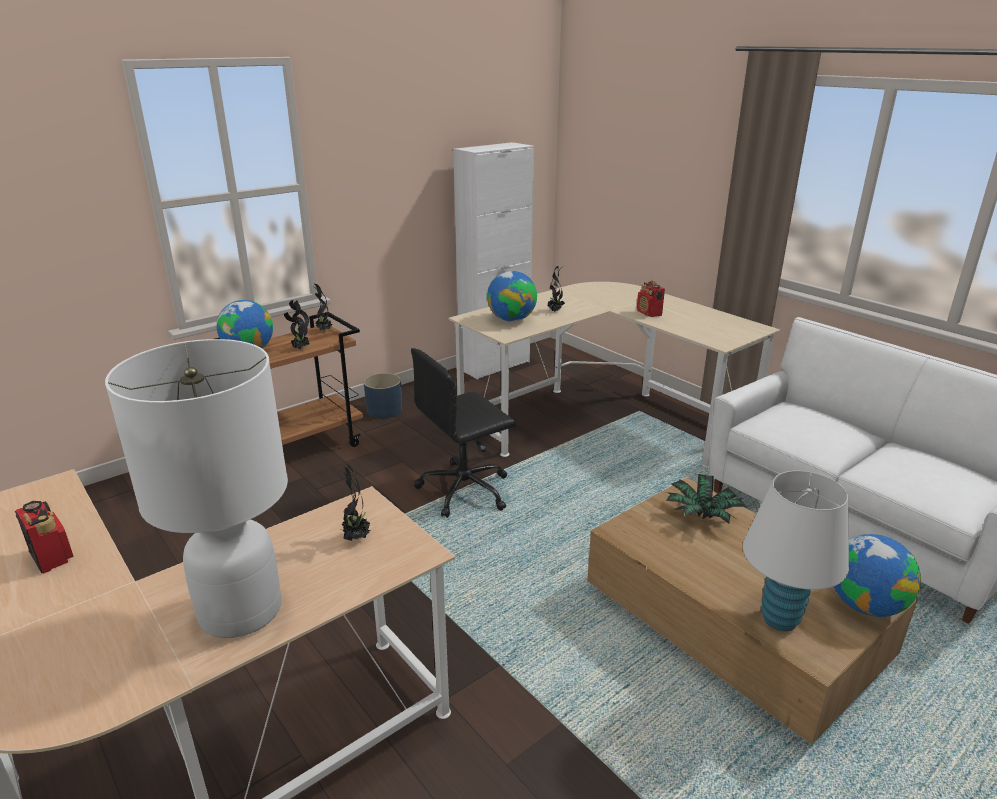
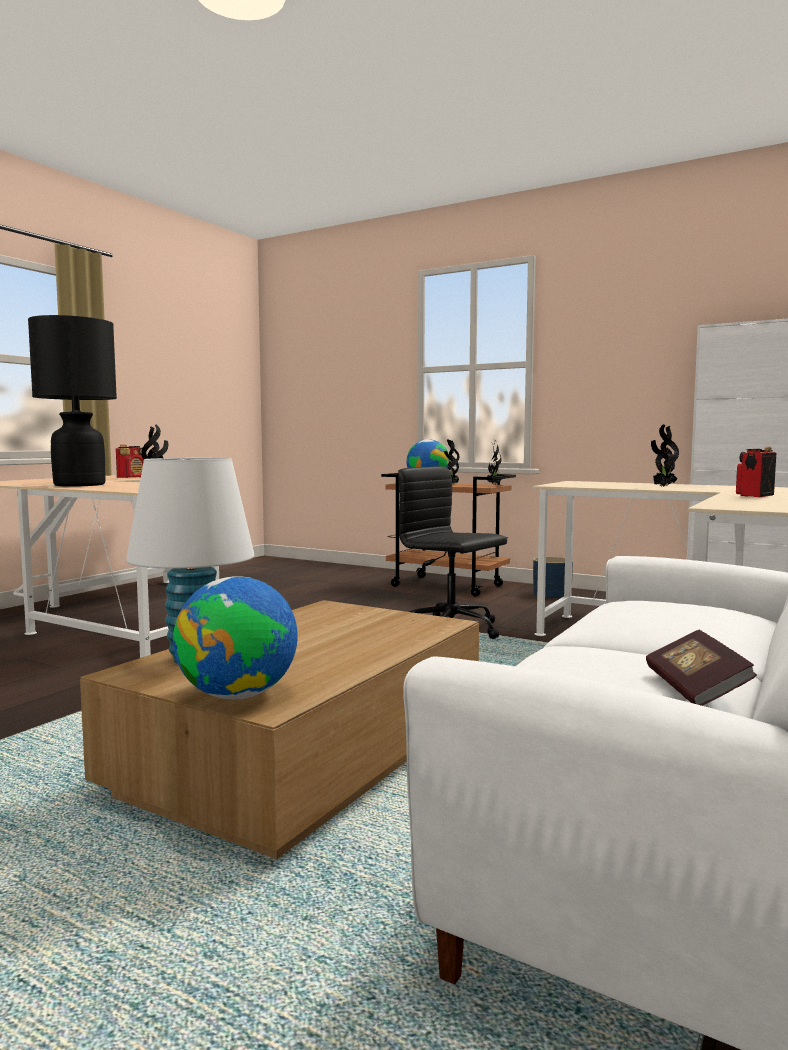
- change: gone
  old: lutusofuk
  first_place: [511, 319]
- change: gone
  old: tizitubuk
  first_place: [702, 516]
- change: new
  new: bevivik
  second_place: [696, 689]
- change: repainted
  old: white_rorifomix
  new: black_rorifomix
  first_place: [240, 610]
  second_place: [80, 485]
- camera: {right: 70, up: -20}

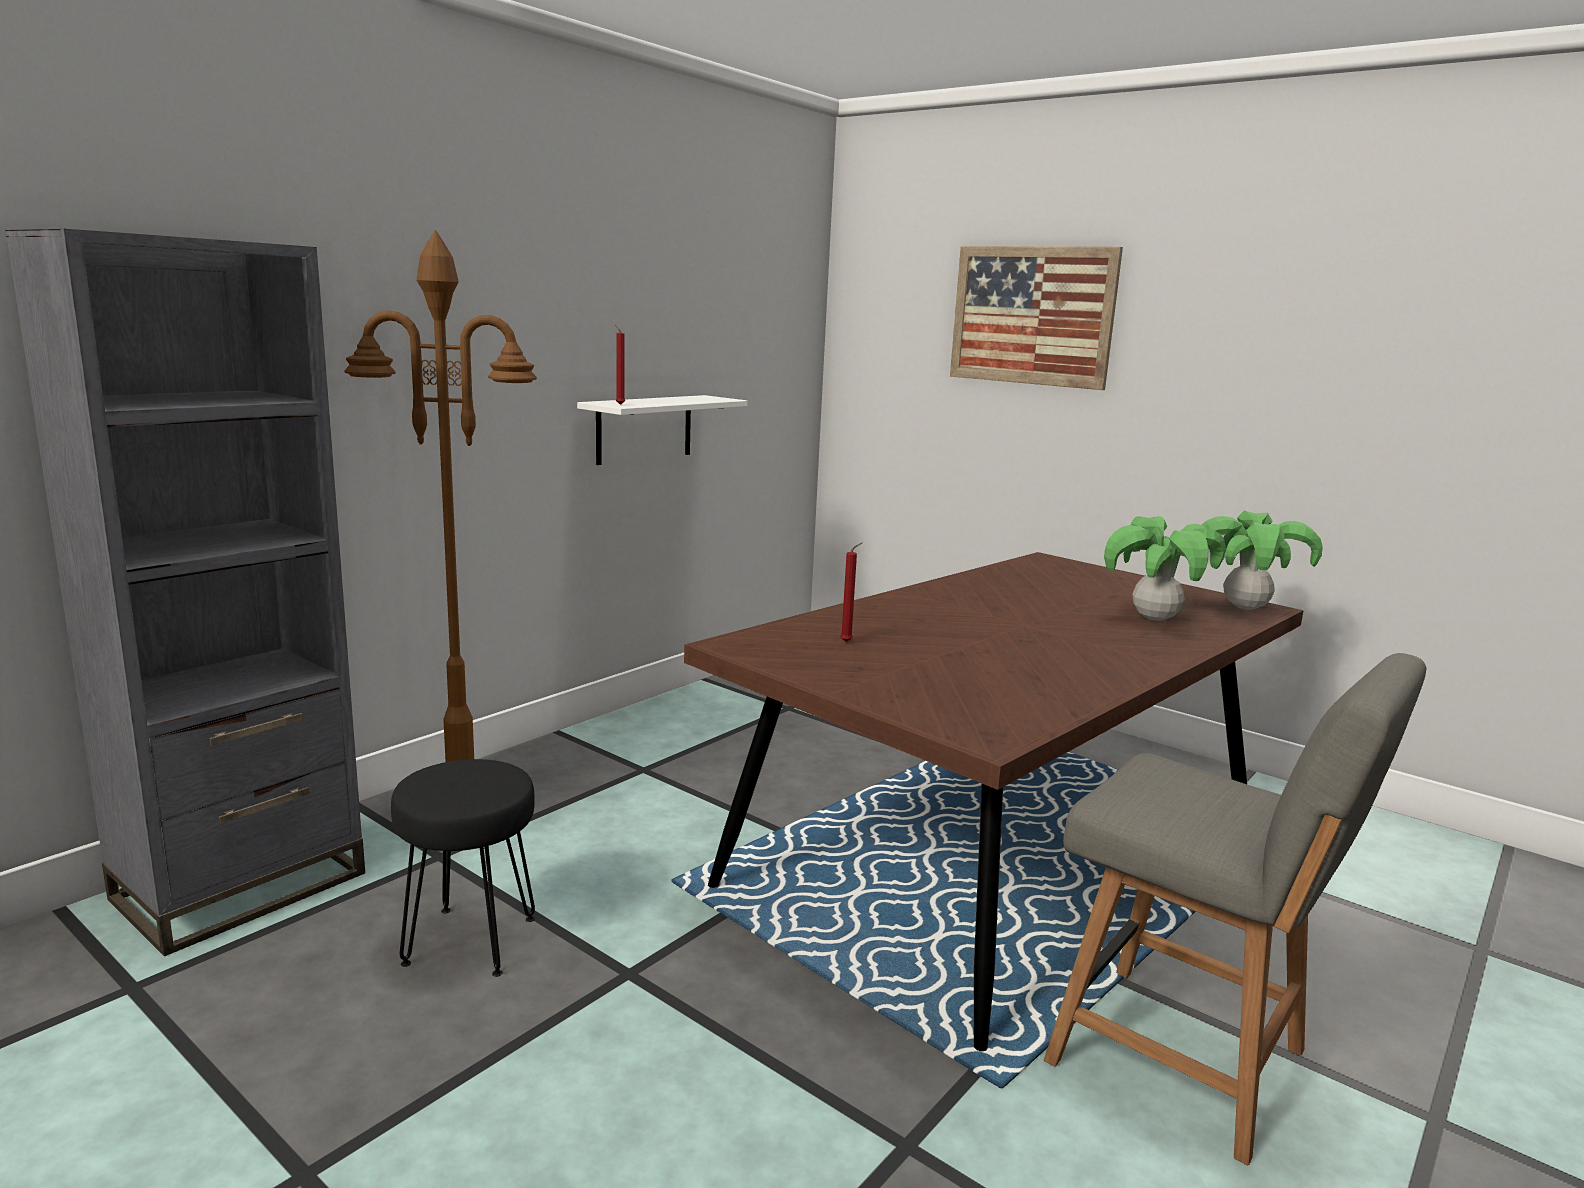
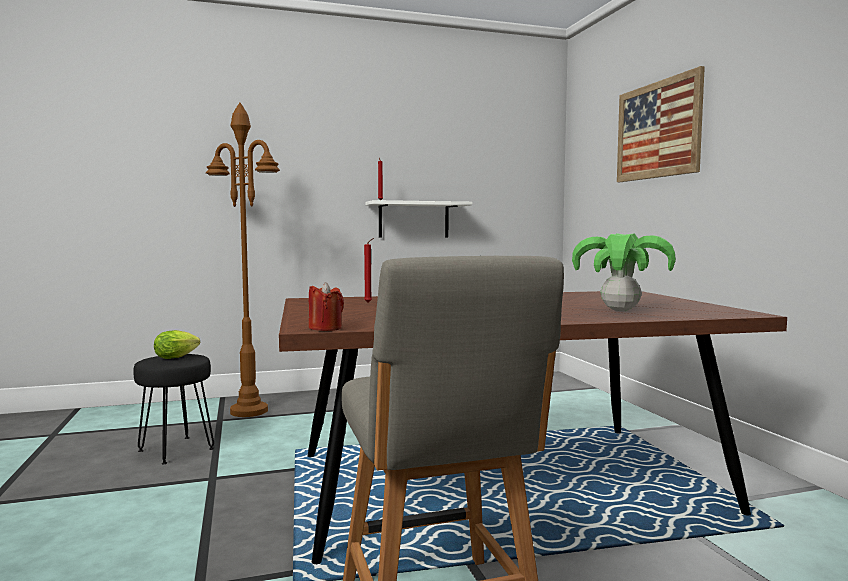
- change: gone
  old: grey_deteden
  first_place: [241, 886]
- change: gone
  old: tizitubuk
  first_place: [1244, 607]
- change: new
  new: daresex
  second_place: [178, 357]
- change: new
  new: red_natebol
  second_place: [325, 328]
- camera: {right: 35, up: -10}

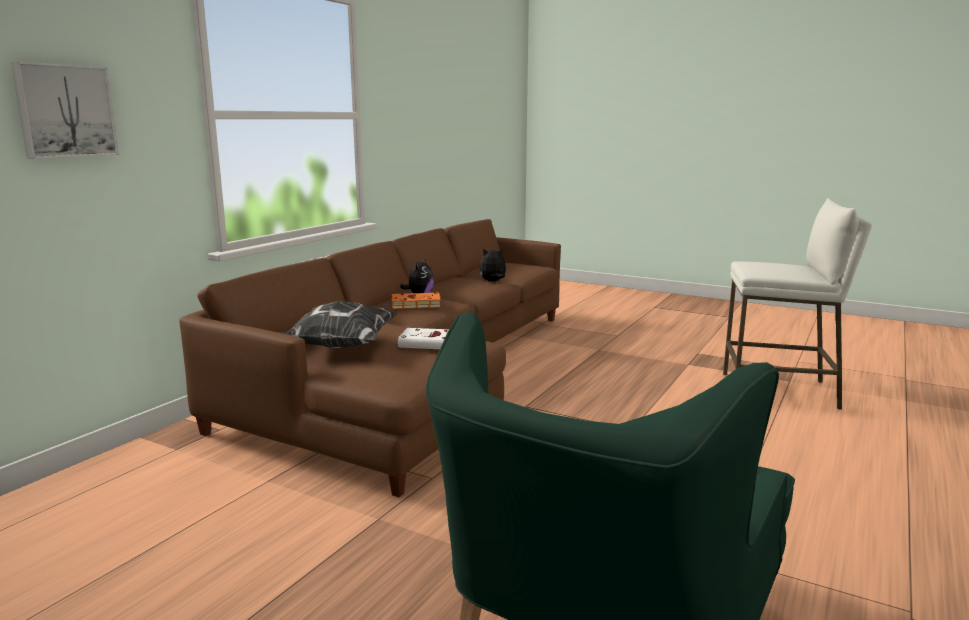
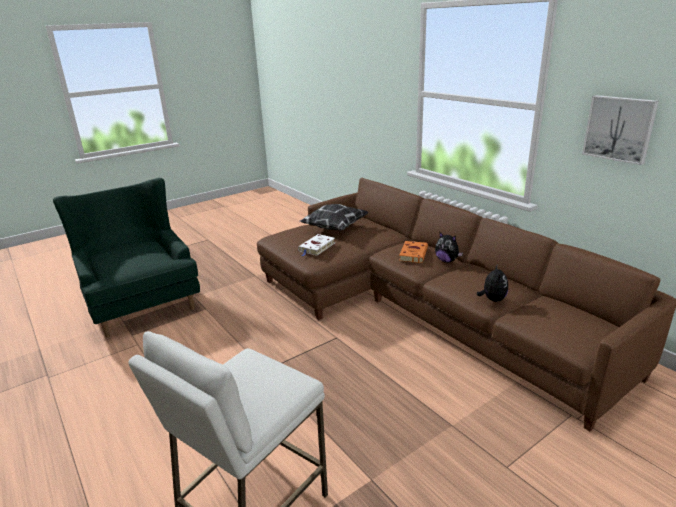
- change: shifted
  old: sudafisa
  first_place: [65, 111]
  second_place: [619, 128]
- camera: {right: 115, up: 10}

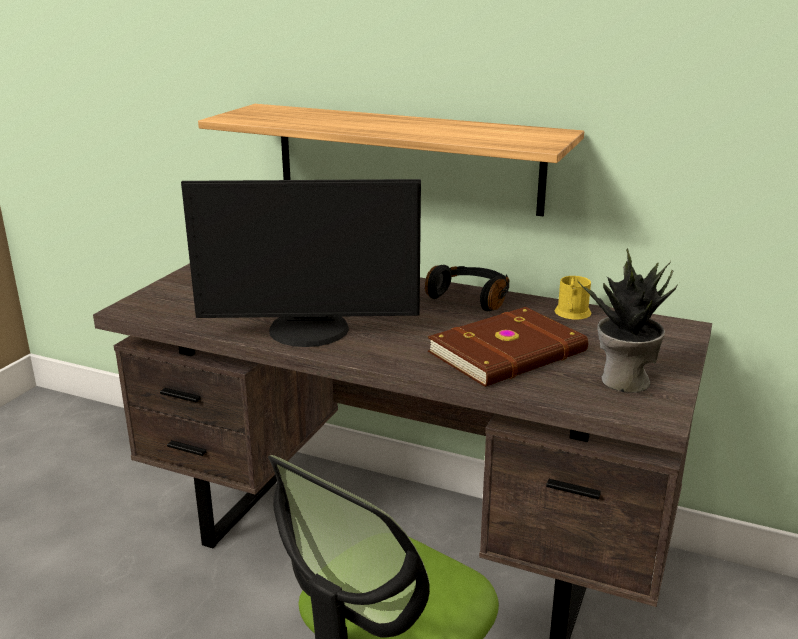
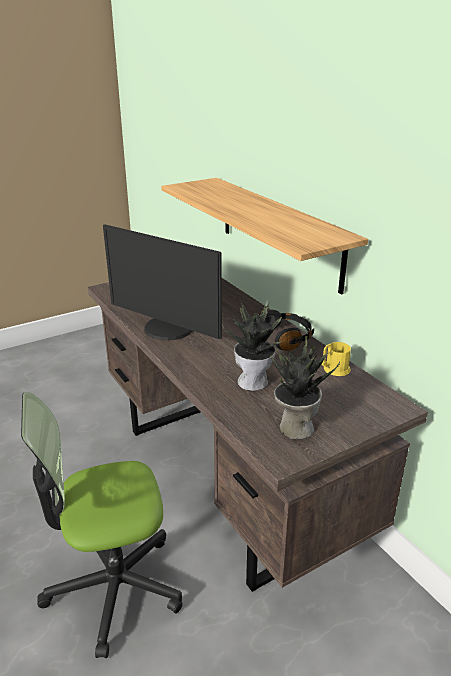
- change: swapped
  old: brown_bevivik
  new: tizitubuk
  first_place: [509, 353]
  second_place: [254, 382]
- camera: {right: 35, up: 5}

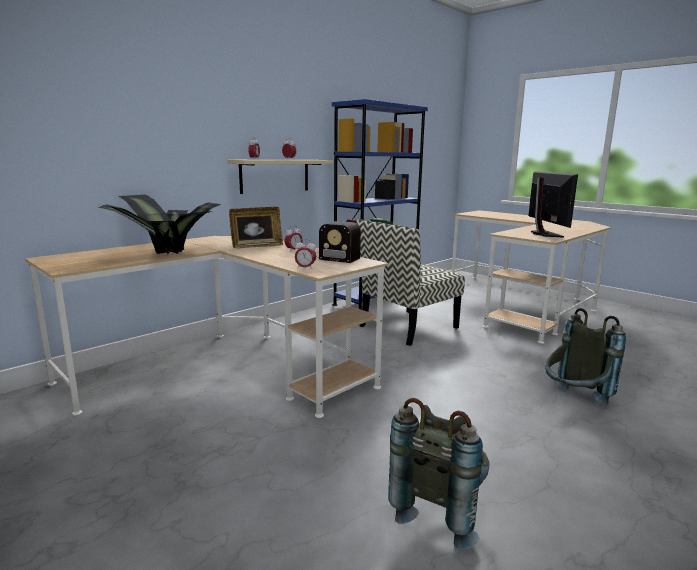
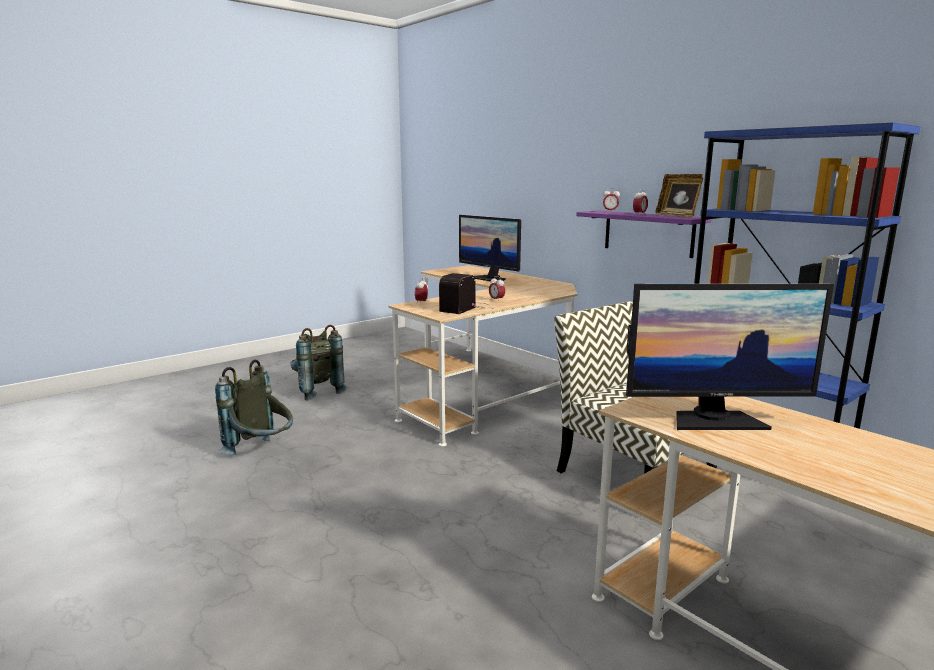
- change: shifted
  old: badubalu
  first_place: [256, 246]
  second_place: [677, 216]
- change: shifted
  old: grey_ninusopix
  first_place: [574, 401]
  second_place: [316, 391]
- change: swapped
  old: tizitubuk
  new: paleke
  first_place: [162, 251]
  second_place: [490, 278]
- change: repainted
  old: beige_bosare
  new: purple_bosare
  first_place: [275, 175]
  second_place: [648, 233]
- camera: {right: 95, up: 0}

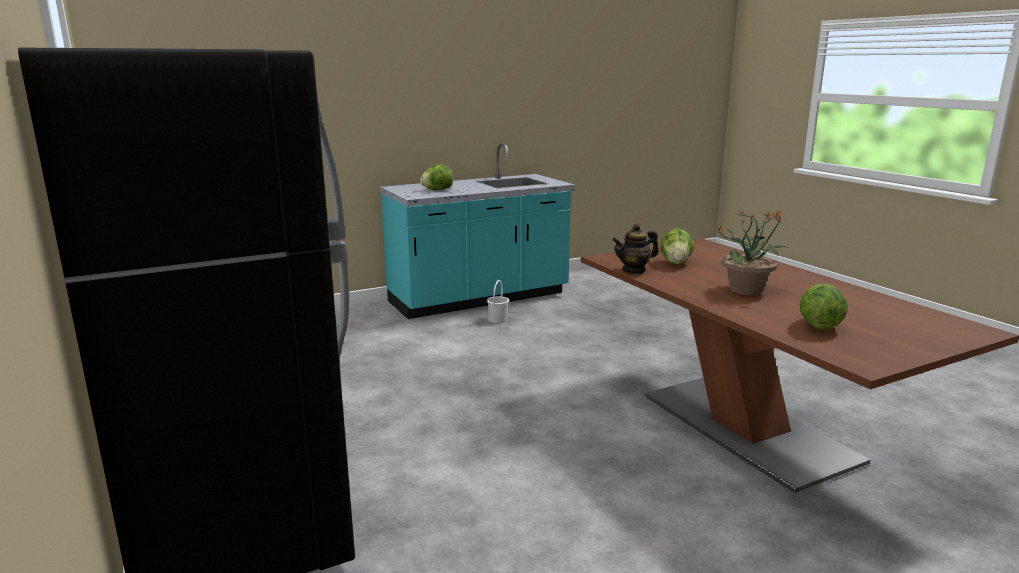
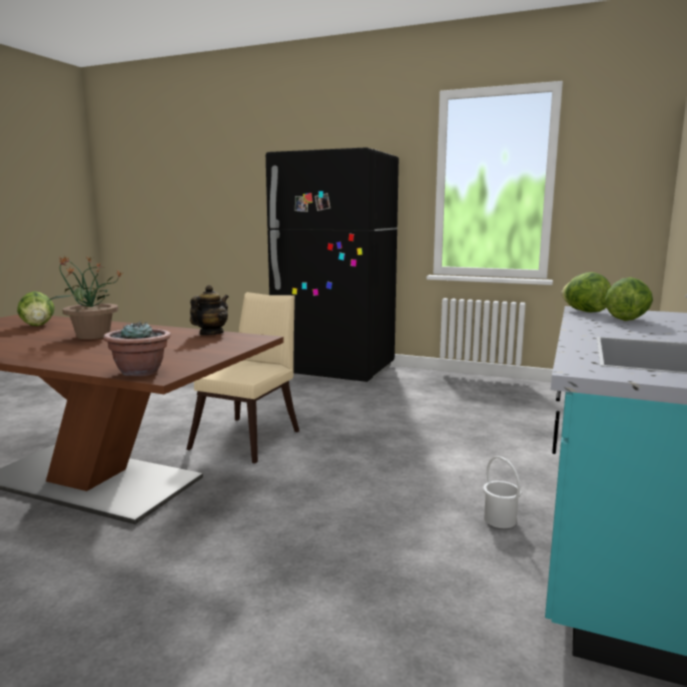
- change: new
  new: tizitubuk
  second_place: [140, 372]
- change: new
  new: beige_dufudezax
  second_place: [251, 437]
- change: shifted
  old: daresex
  first_place: [676, 263]
  second_place: [584, 311]
- camera: {right: 140, up: -5}

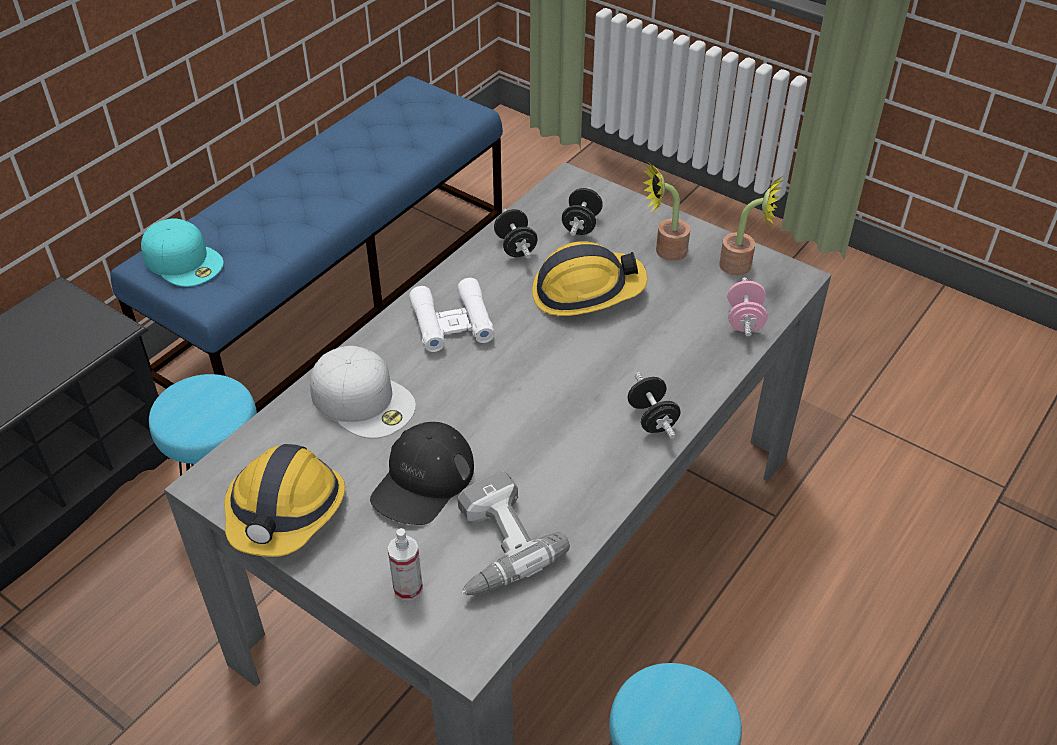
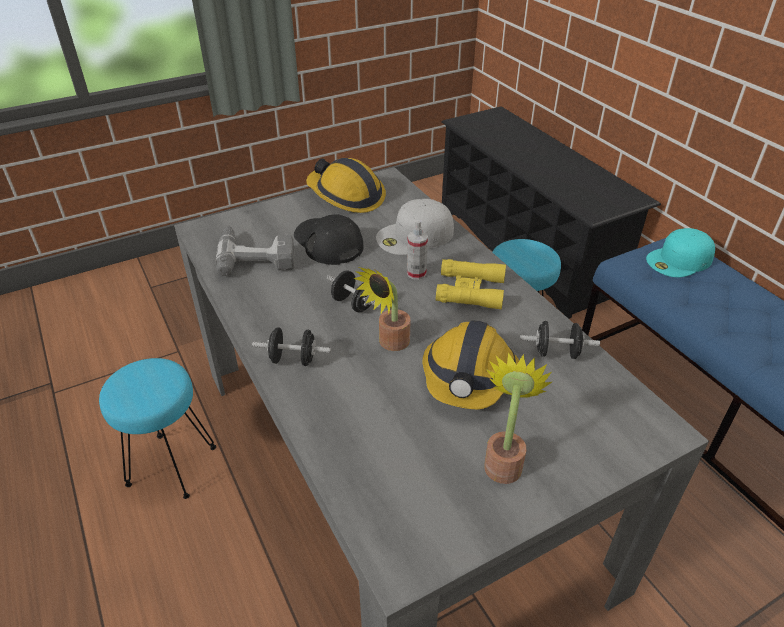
- change: gone
  old: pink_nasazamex
  first_place: [744, 320]
- change: shifted
  old: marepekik
  first_place: [408, 588]
  second_place: [416, 273]
- change: shifted
  old: black_nasazamex
  first_place: [581, 225]
  second_place: [354, 304]
- change: shifted
  old: tizitubuk
  first_place: [742, 266]
  second_place: [389, 344]
- change: repainted
  old: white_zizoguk
  new: yellow_zizoguk
  first_place: [452, 323]
  second_place: [470, 290]
- camera: {right: 115, up: -5}

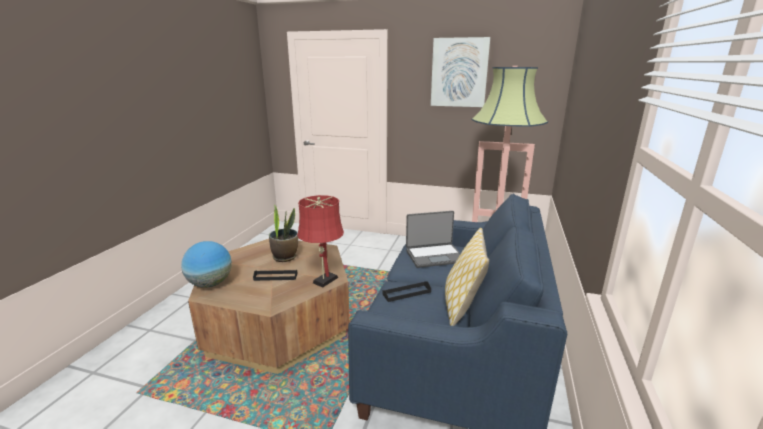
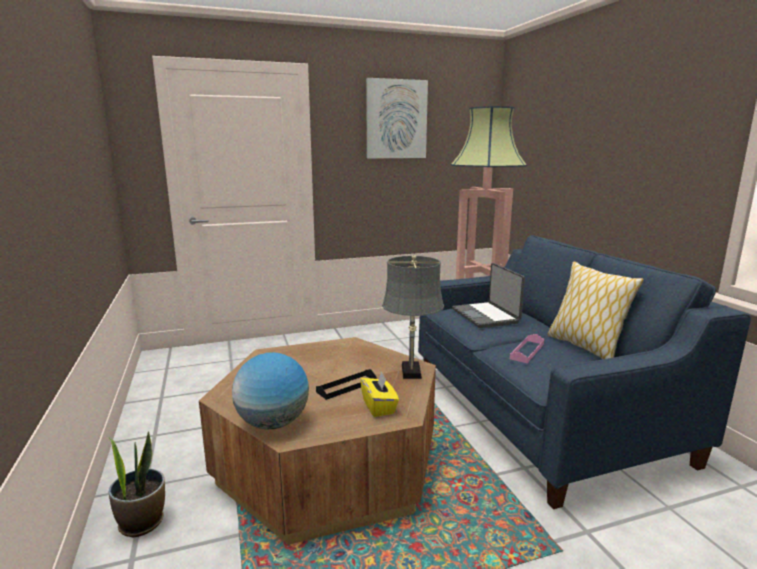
- change: new
  new: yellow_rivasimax
  second_place: [379, 407]
- change: shifted
  old: tizitubuk
  first_place: [285, 257]
  second_place: [142, 522]
- change: repainted
  old: red_rorifomix
  new: grey_rorifomix
  first_place: [323, 281]
  second_place: [411, 373]
- change: repainted
  old: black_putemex
  new: pink_putemex
  first_place: [406, 293]
  second_place: [527, 351]
- change: rotated
  old: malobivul
  first_place: [434, 256]
  second_place: [486, 316]
  degrees: 120
- camera: {right: -35, up: -5}

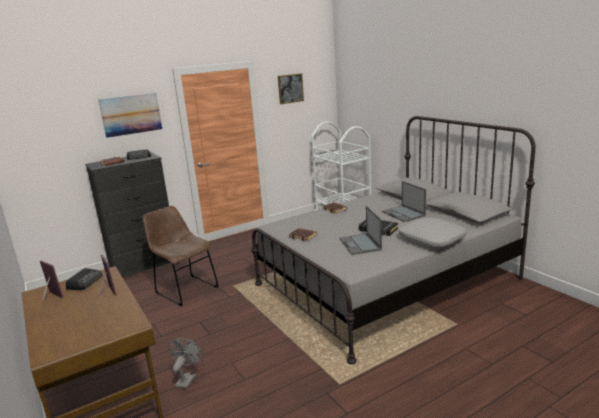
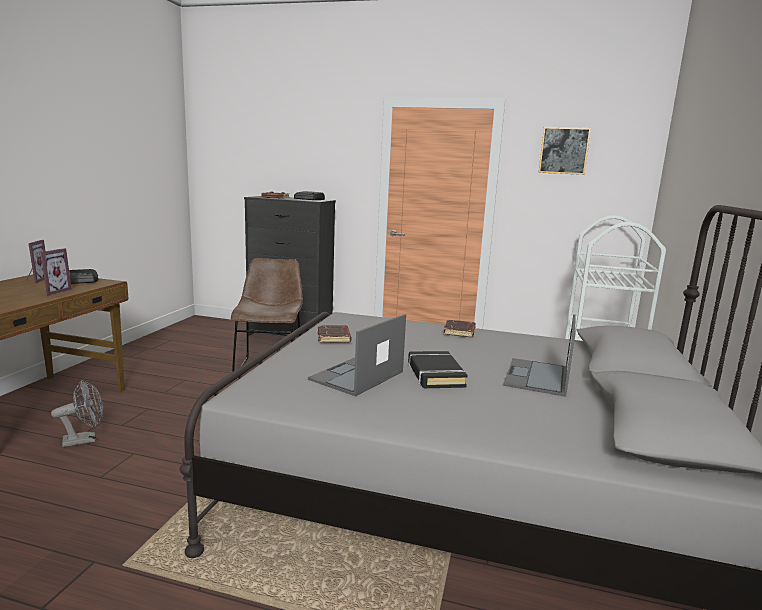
- change: gone
  old: sudafisa
  first_place: [131, 114]
- change: gone
  old: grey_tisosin
  first_place: [432, 239]
- camera: {right: 45, up: -5}

